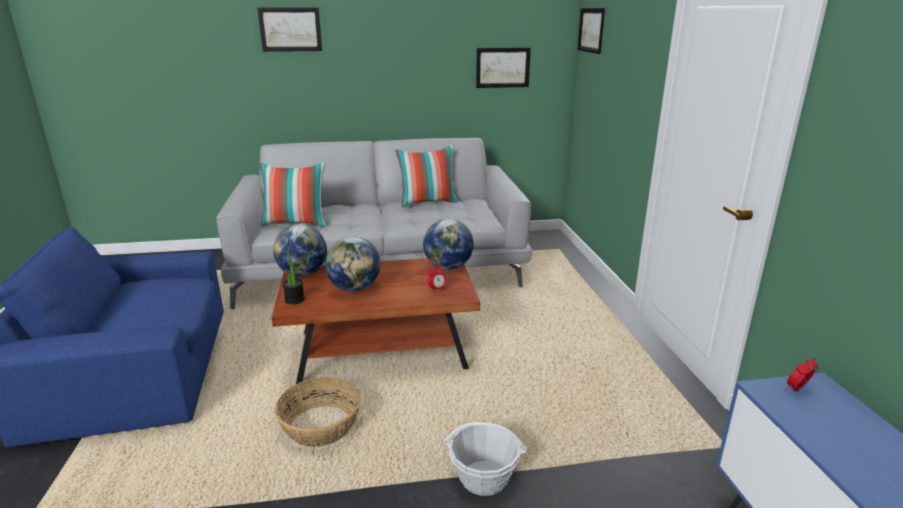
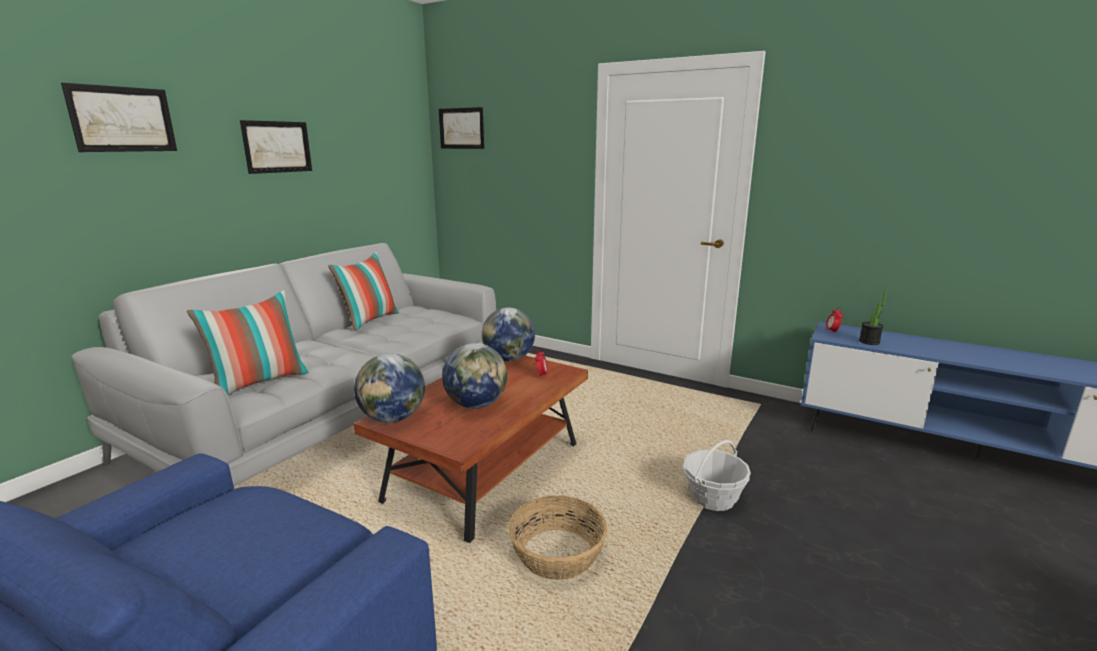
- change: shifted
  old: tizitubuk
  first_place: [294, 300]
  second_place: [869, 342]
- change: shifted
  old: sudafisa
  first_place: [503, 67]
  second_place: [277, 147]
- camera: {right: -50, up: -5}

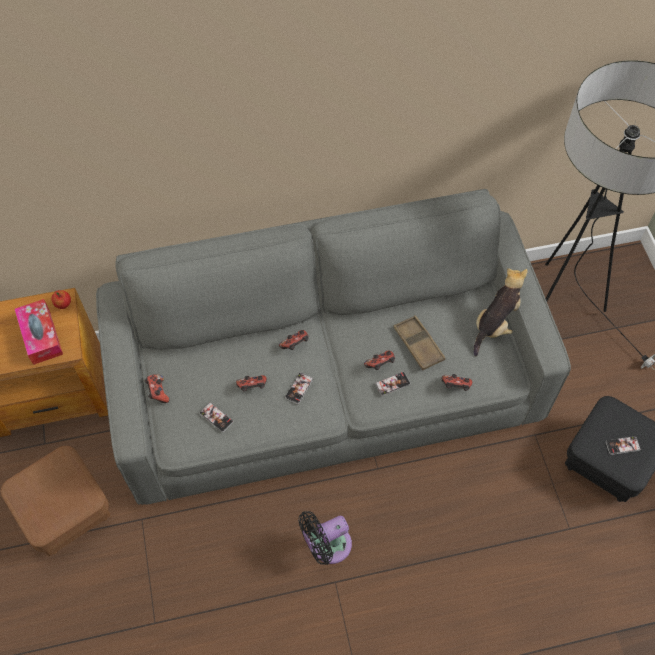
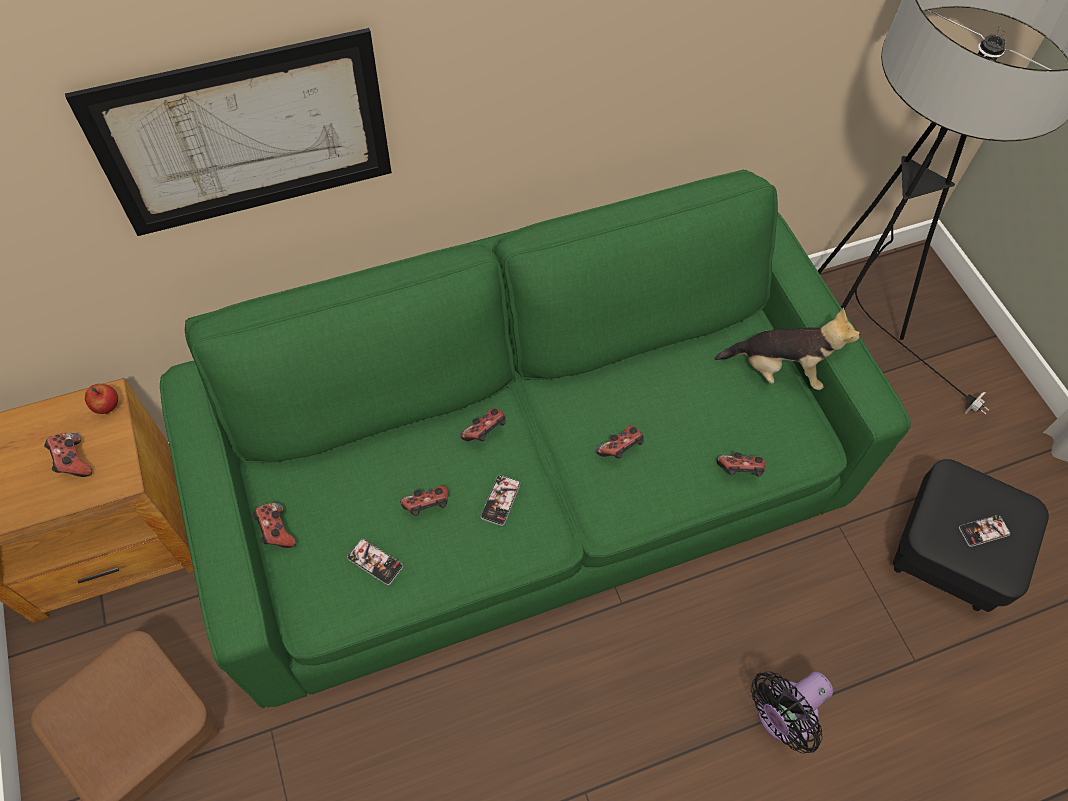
- change: gone
  old: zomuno
  first_place: [392, 384]
- change: gone
  old: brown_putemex
  first_place: [418, 345]
- change: new
  new: sudafisa
  second_place: [246, 136]
- change: shifted
  old: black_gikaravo
  first_place: [327, 546]
  second_place: [781, 716]
- change: swapped
  old: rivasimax
  new: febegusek
  first_place: [41, 336]
  second_place: [73, 462]
- change: repainted
  old: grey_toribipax
  new: green_toribipax
  first_place: [327, 384]
  second_place: [528, 484]
- change: rotated
  old: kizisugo
  first_place: [495, 324]
  second_place: [779, 370]
  degrees: 75
- camera: {right: -10, up: 0}

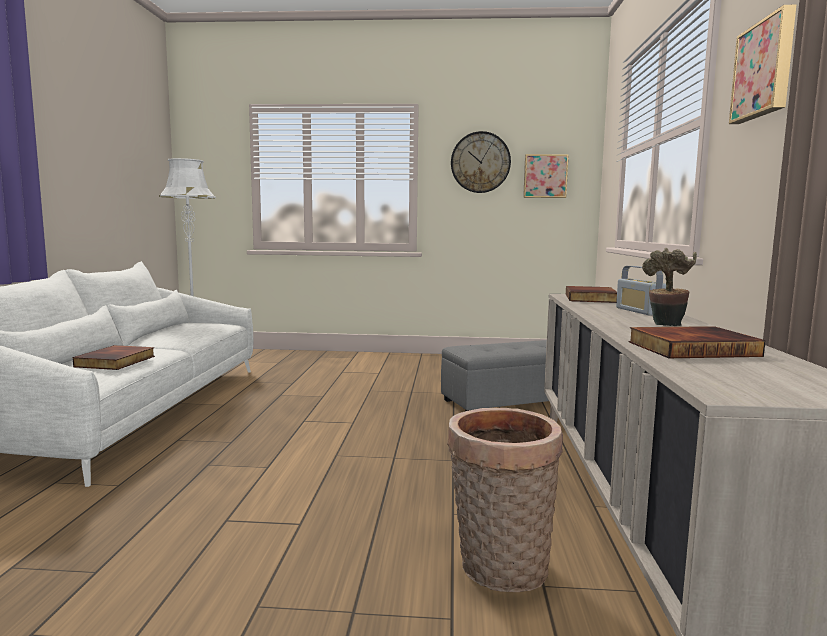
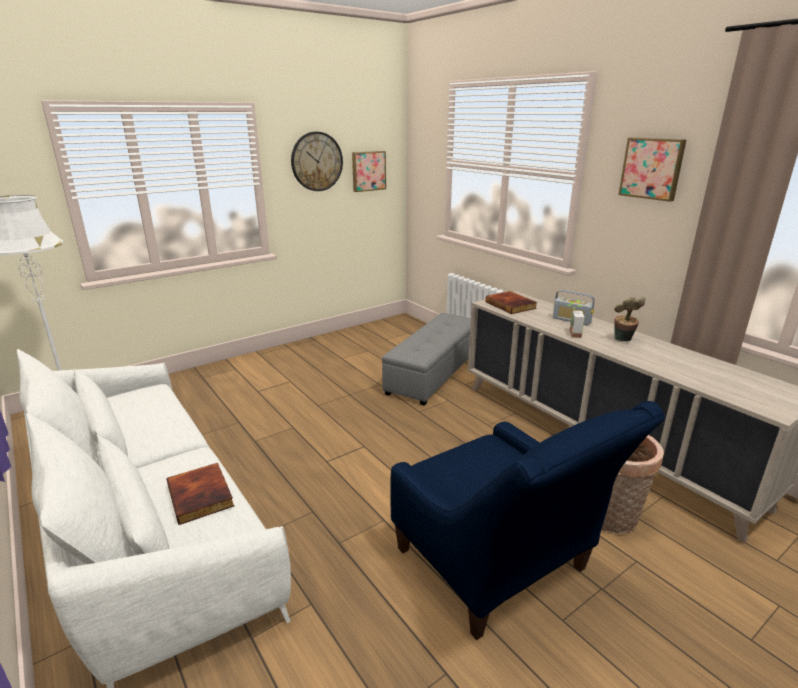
- change: gone
  old: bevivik
  first_place: [691, 348]
- change: new
  new: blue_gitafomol
  second_place: [499, 568]
- change: new
  new: tizitubuk
  second_place: [571, 333]
- camera: {right: -40, up: 15}

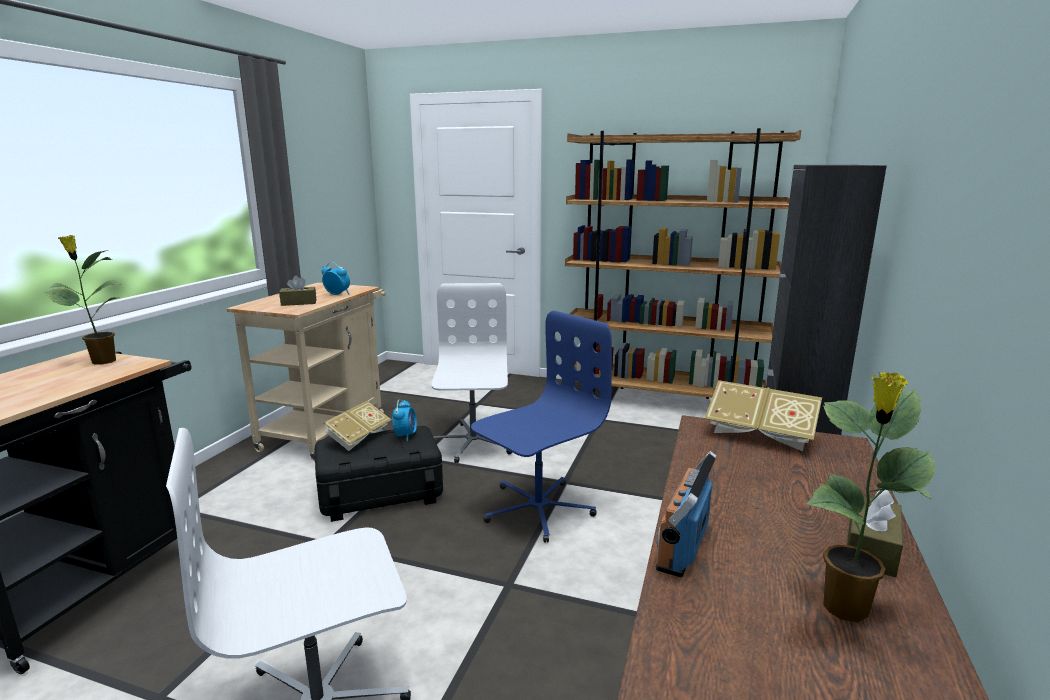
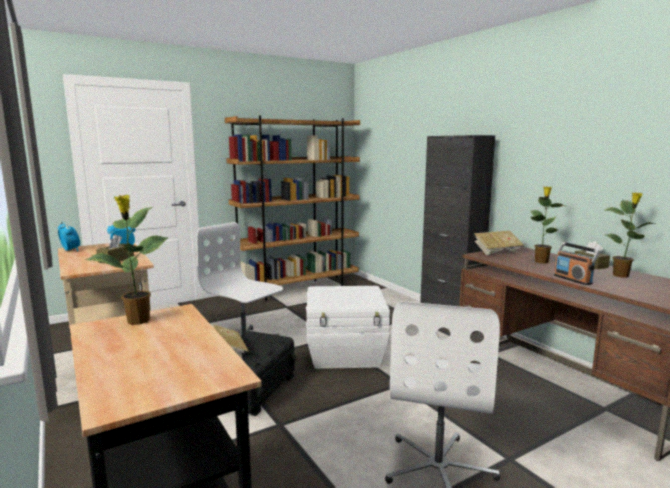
- change: new
  new: tizitubuk
  second_place: [541, 261]
- change: shifted
  old: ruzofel
  first_place: [405, 435]
  second_place: [70, 250]
- change: swapped
  old: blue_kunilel
  new: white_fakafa
  first_place: [537, 509]
  second_place: [346, 353]
- camera: {right: -50, up: -5}

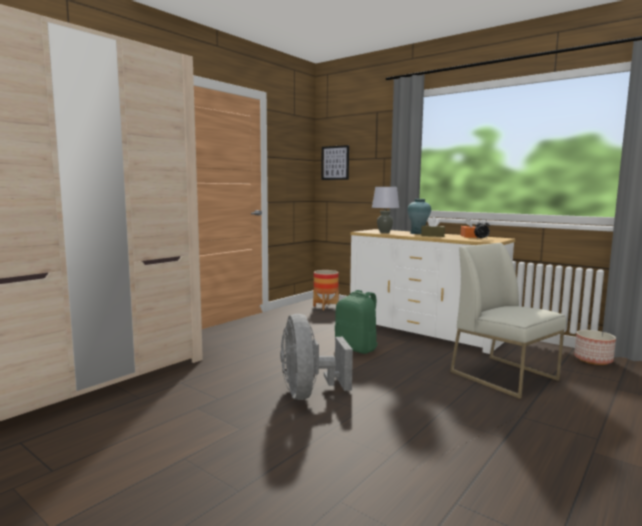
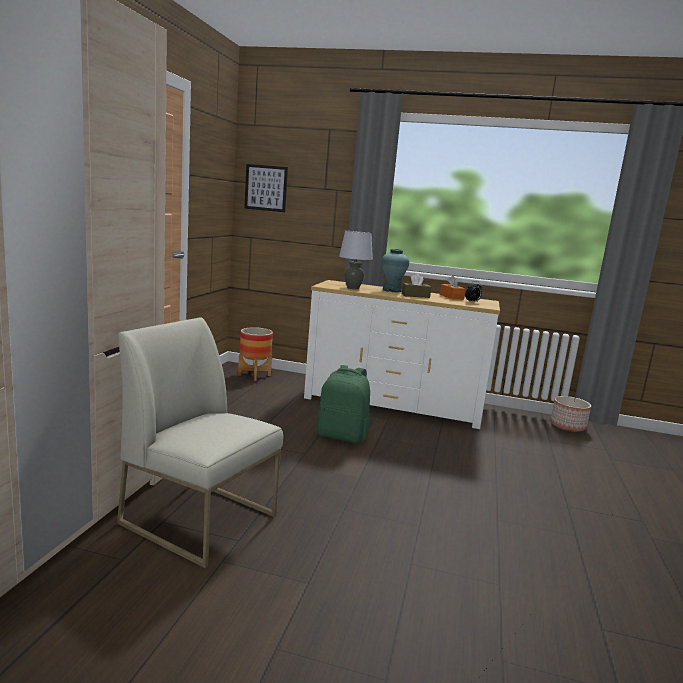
- change: gone
  old: grey_gikaravo
  first_place: [308, 393]
- change: shifted
  old: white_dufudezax
  first_place: [505, 376]
  second_place: [201, 519]
- camera: {right: -25, up: 5}

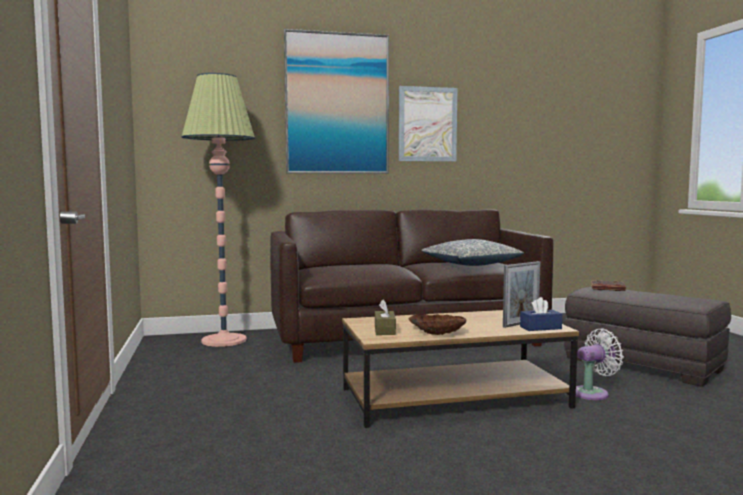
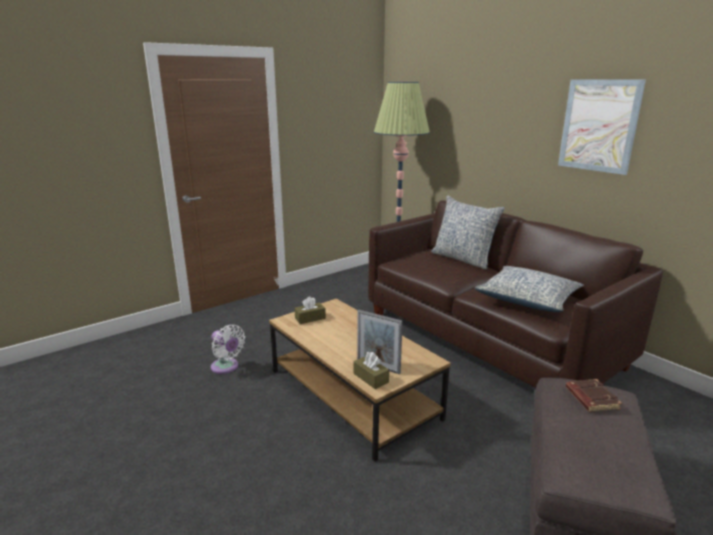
- change: gone
  old: sudafisa
  first_place: [337, 104]
- change: gone
  old: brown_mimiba
  first_place: [437, 332]
- change: new
  new: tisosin
  second_place: [463, 259]
- change: shifted
  old: white_gikaravo
  first_place: [593, 393]
  second_place: [226, 367]
- change: repainted
  old: blue_rivasimax
  new: brown_rivasimax
  first_place: [540, 327]
  second_place: [371, 378]
- camera: {right: 65, up: 15}

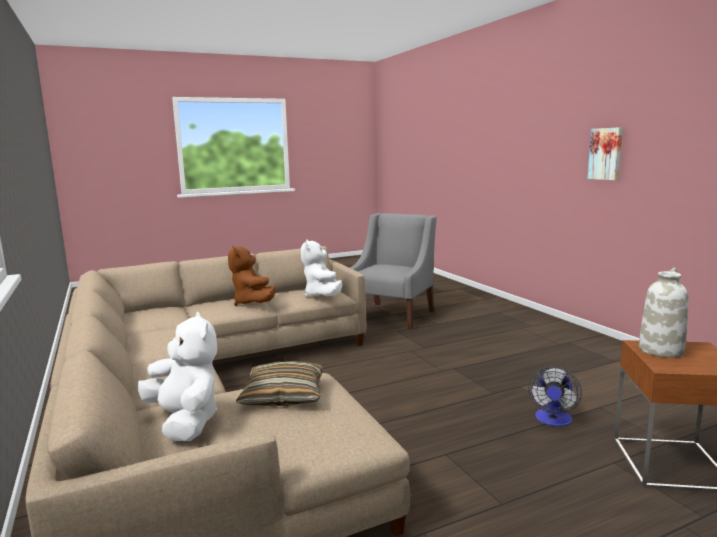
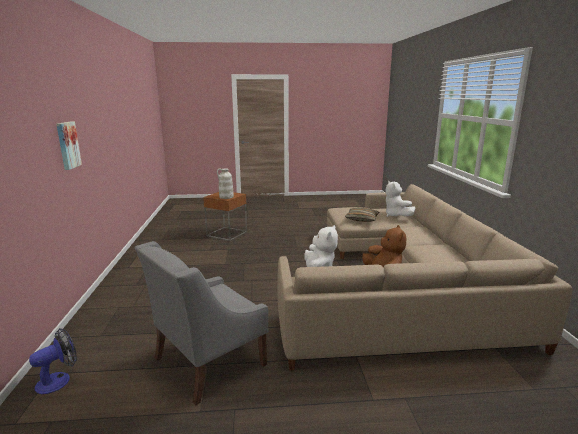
- change: shifted
  old: gikaravo
  first_place: [553, 420]
  second_place: [59, 380]
- camera: {right: -160, up: 5}

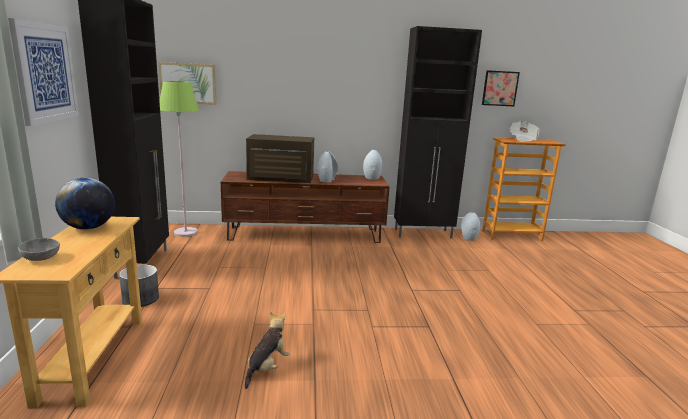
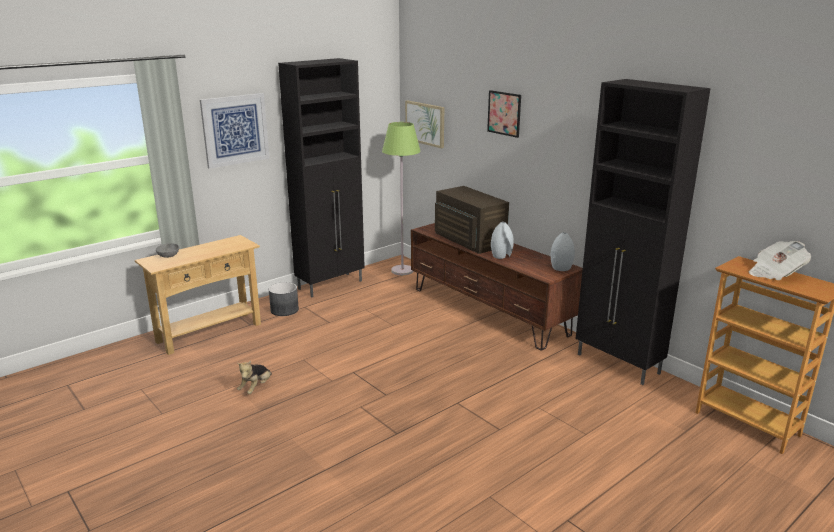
- change: gone
  old: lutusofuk
  first_place: [88, 228]
- change: gone
  old: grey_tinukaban
  first_place: [469, 238]
- change: shifted
  old: sudafisa
  first_place: [500, 88]
  second_place: [504, 113]
- change: rotated
  old: kizisugo
  first_place: [267, 367]
  second_place: [256, 388]
  degrees: 120
- camera: {right: 55, up: 5}

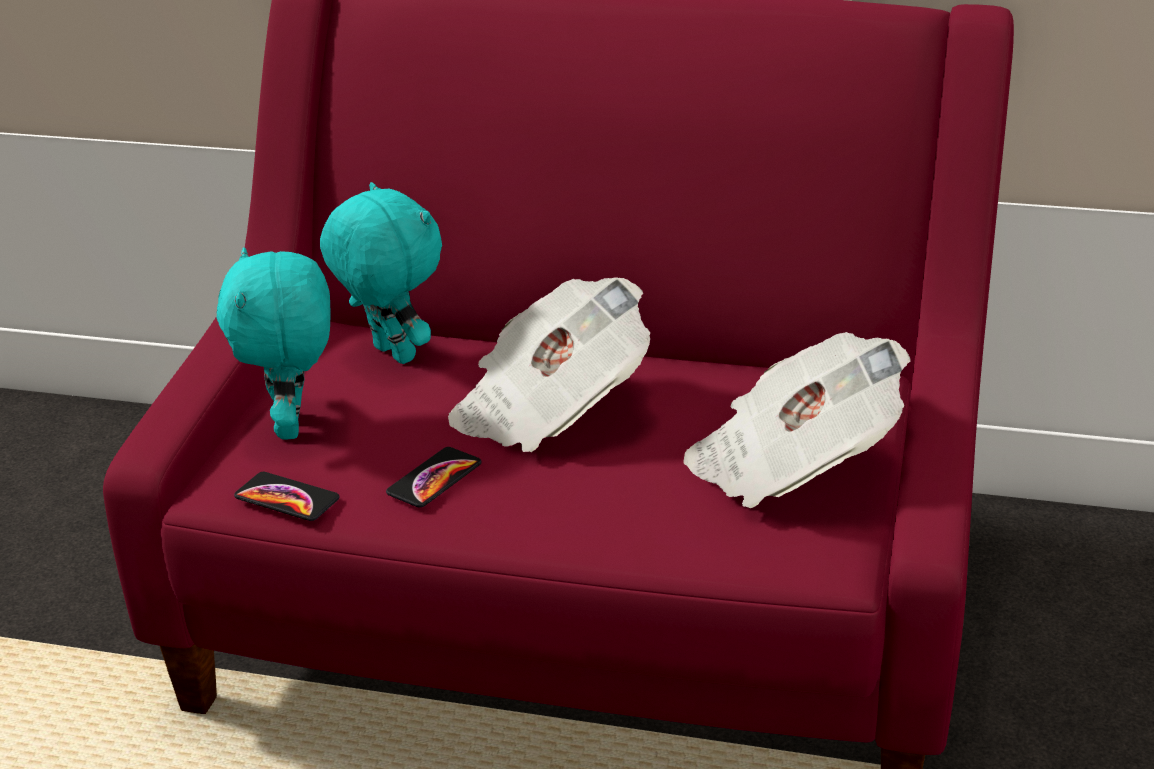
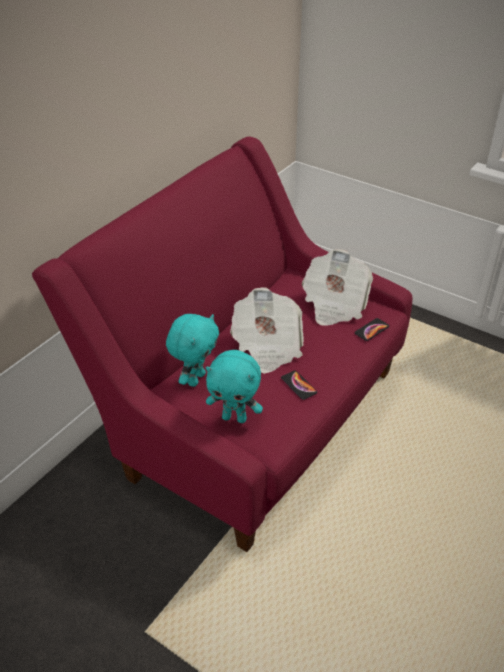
- change: shifted
  old: zomuno
  first_place: [287, 498]
  second_place: [371, 330]
- change: rotated
  old: turquoise_kizisugo
  first_place: [390, 355]
  second_place: [195, 378]
  degrees: 135
- camera: {right: -70, up: 10}

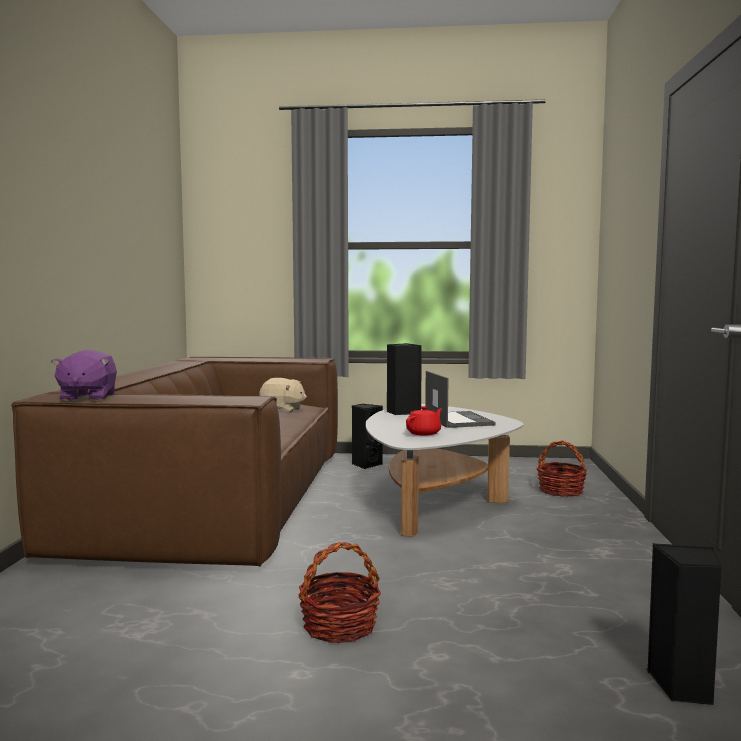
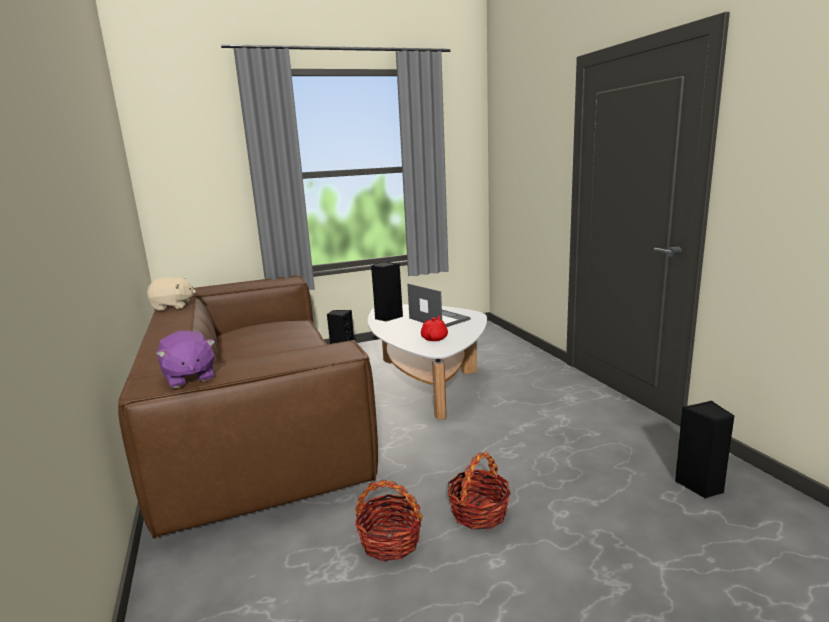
- change: shifted
  old: beige_kizisugo
  first_place: [282, 410]
  second_place: [173, 307]
- change: shifted
  old: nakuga
  first_place: [560, 491]
  second_place: [390, 541]
- camera: {right: -25, up: 10}

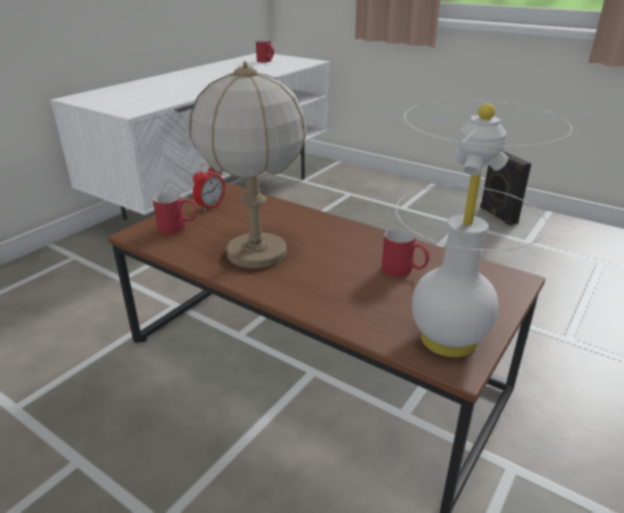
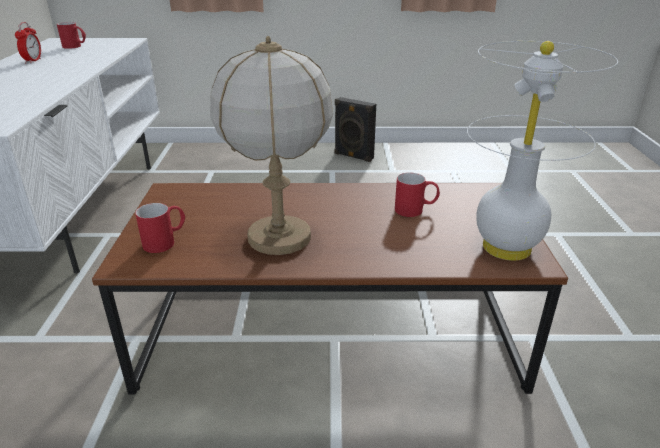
- change: shifted
  old: ruzofel
  first_place: [210, 206]
  second_place: [33, 61]
- camera: {right: -35, up: 0}

